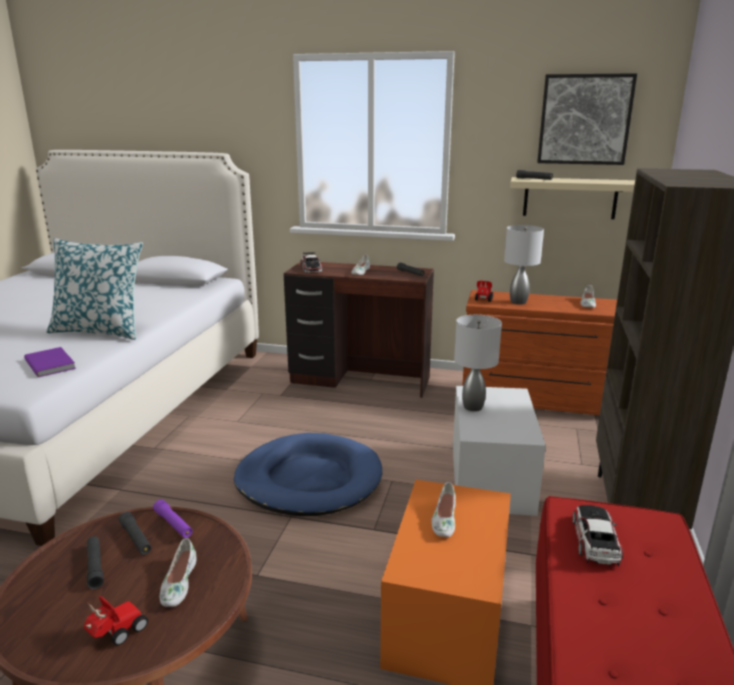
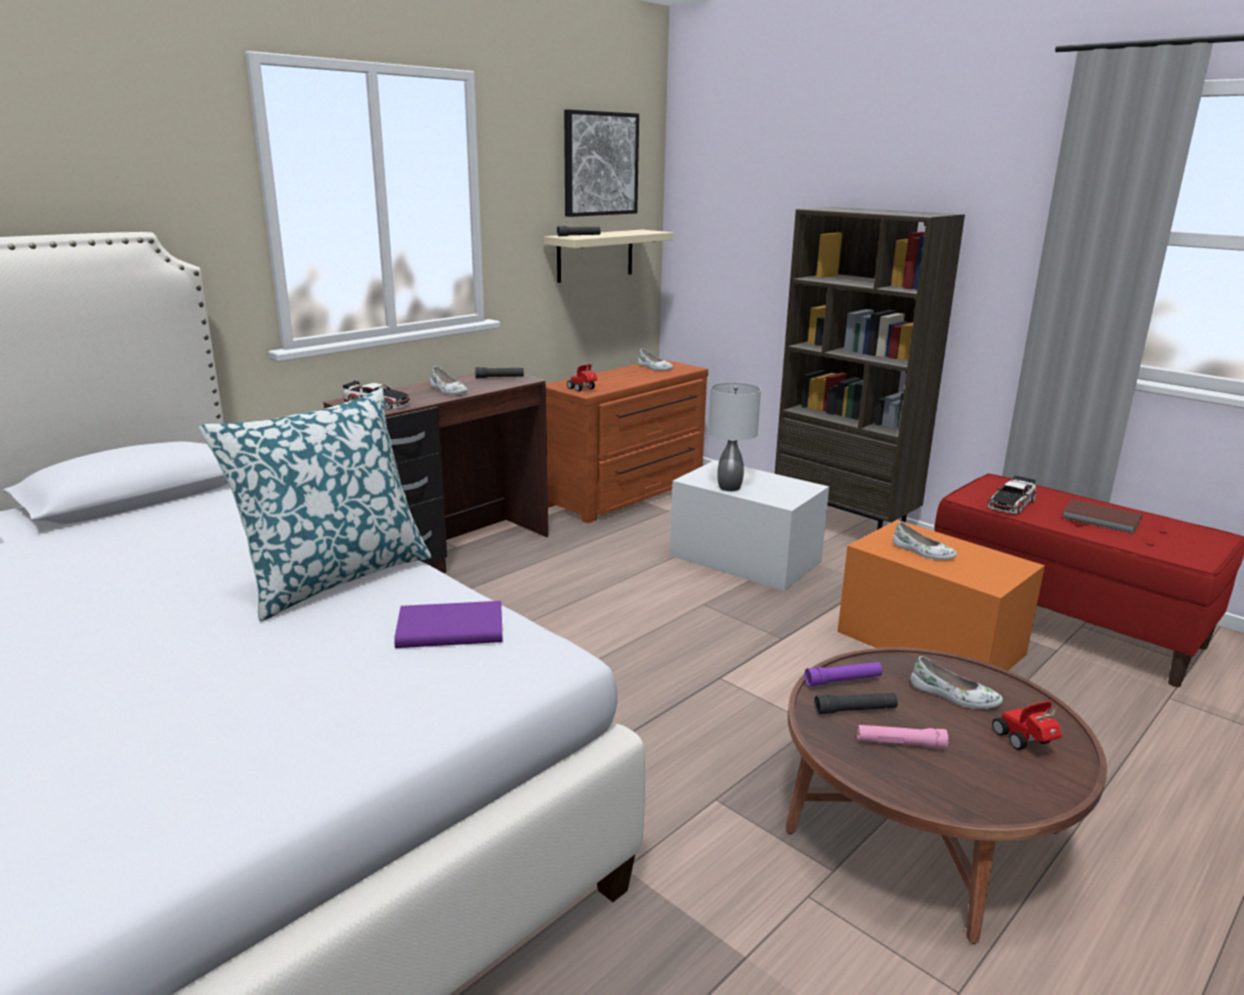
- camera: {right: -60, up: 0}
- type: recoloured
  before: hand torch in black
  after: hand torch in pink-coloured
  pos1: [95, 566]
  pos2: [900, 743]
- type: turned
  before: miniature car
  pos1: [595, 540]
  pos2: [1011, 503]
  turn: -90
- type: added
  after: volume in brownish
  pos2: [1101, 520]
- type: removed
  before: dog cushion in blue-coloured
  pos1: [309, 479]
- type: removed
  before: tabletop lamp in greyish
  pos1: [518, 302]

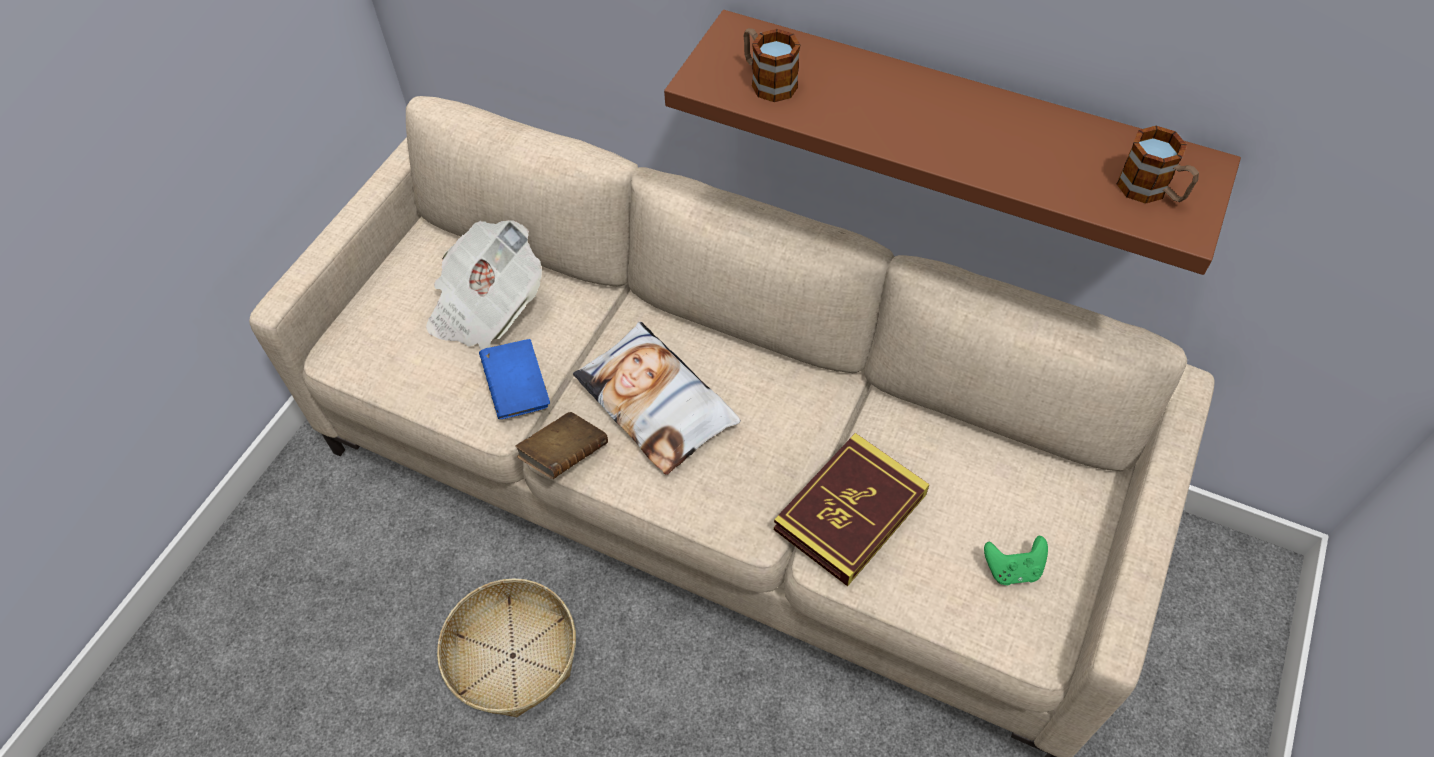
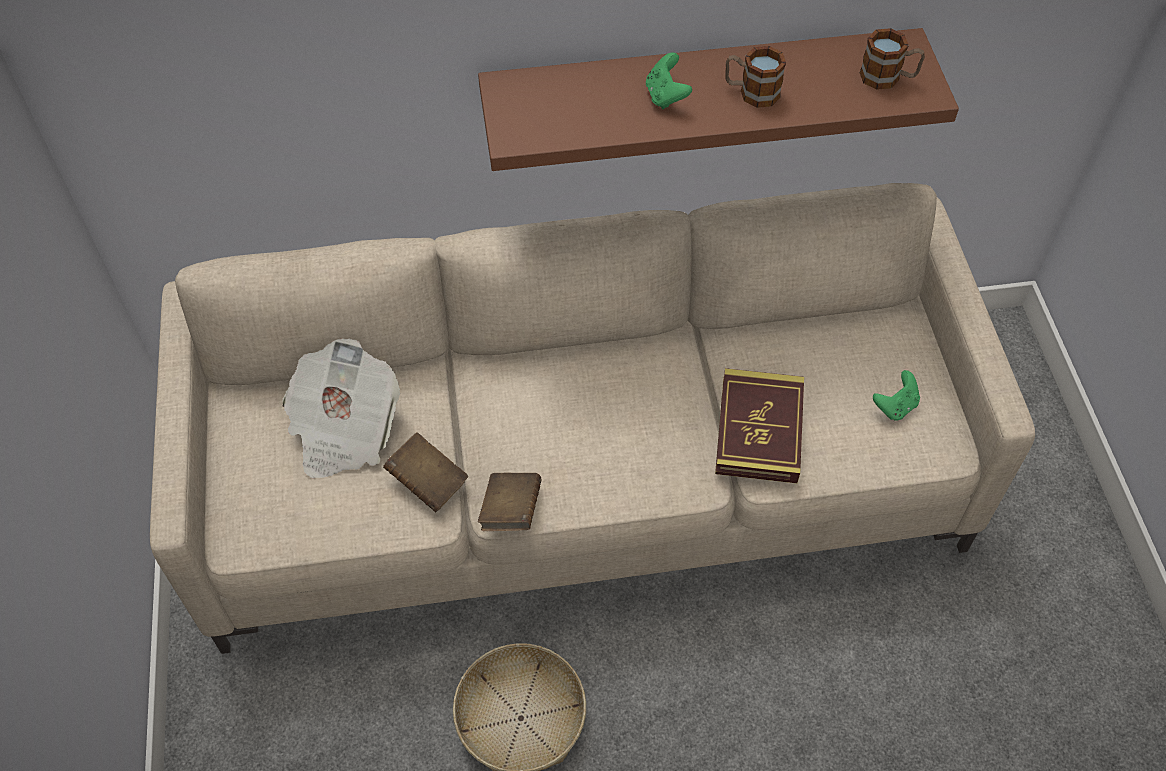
- camera: {right: -35, up: 0}
- type: recoloured
  before: volume in blue-coloured
  after: volume in brownish
  pos1: [518, 390]
  pos2: [428, 482]
- type: added
  after: joypad in green
  pos2: [666, 96]
- type: moved
  before: tea mug
  pos1: [767, 81]
  pos2: [751, 92]
- type: removed
  before: throw pillow
  pos1: [656, 403]

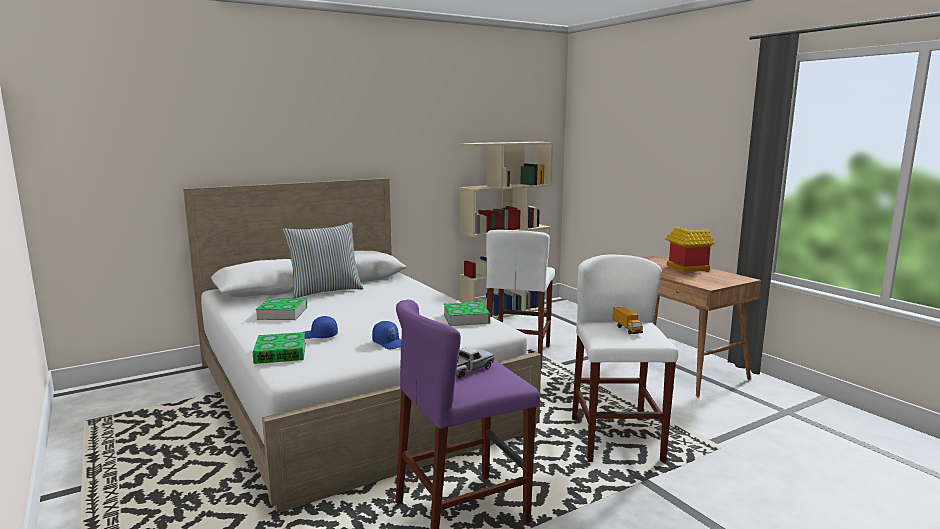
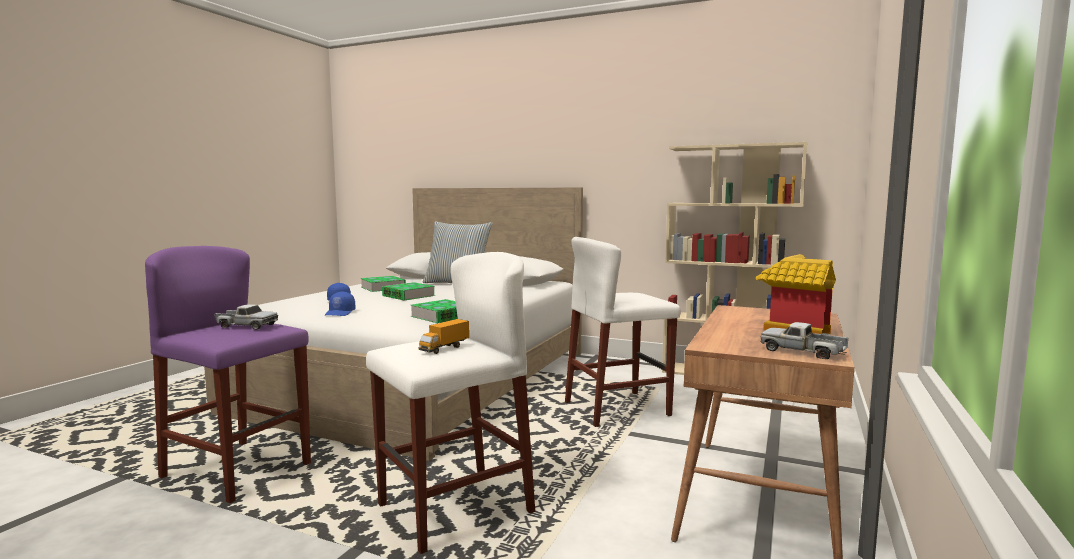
- camera: {right: 55, up: -5}
- type: moved
  before: volume
  pos1: [280, 353]
  pos2: [408, 296]
- type: added
  after: toy lorry
  pos2: [802, 352]

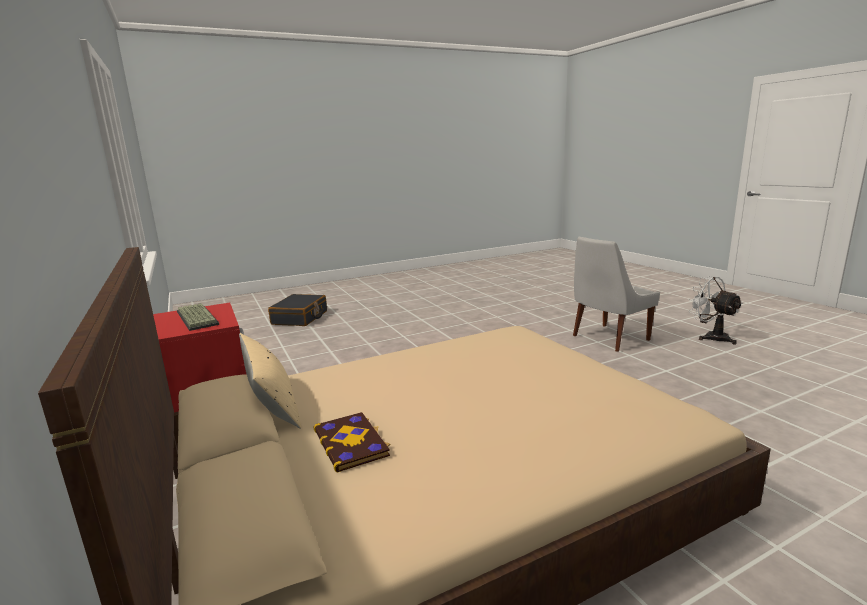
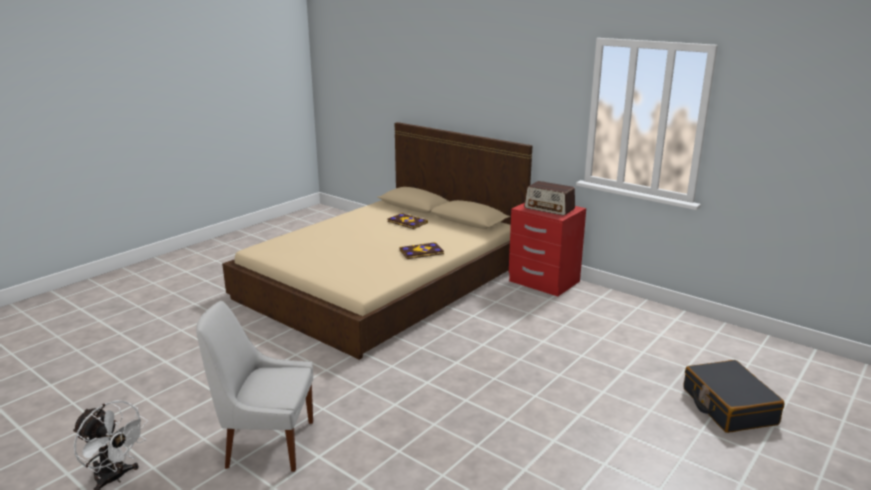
- camera: {right: 155, up: 5}
- type: turned
  before: upright chair in white
  pos1: [608, 338]
  pos2: [266, 444]
  turn: -120
- type: added
  after: volume
  pos2: [421, 252]
- type: replaced
  before: PC keyboard
  after: radio set
  pos1: [195, 318]
  pos2: [549, 208]
- type: removed
  before: throw pillow in beige-coloured
  pos1: [271, 402]

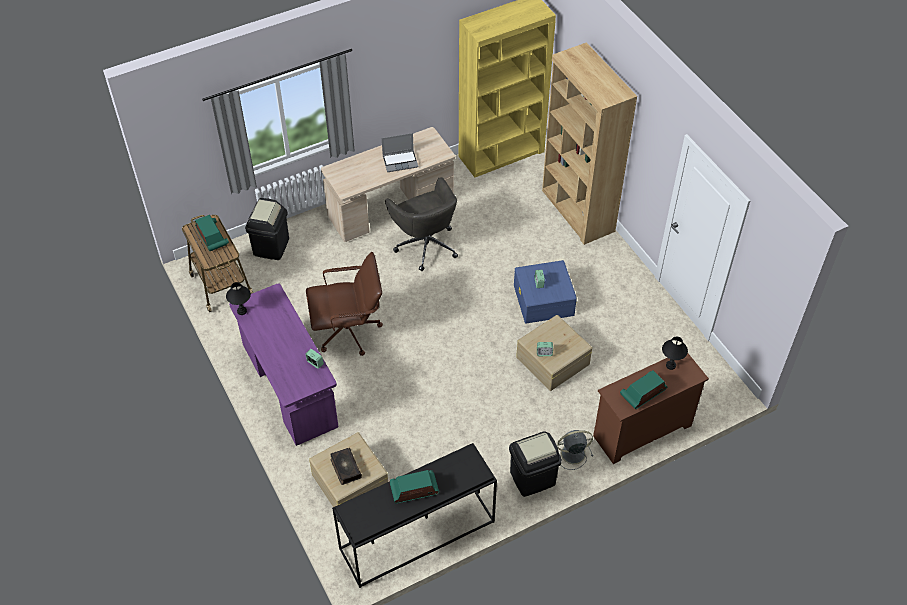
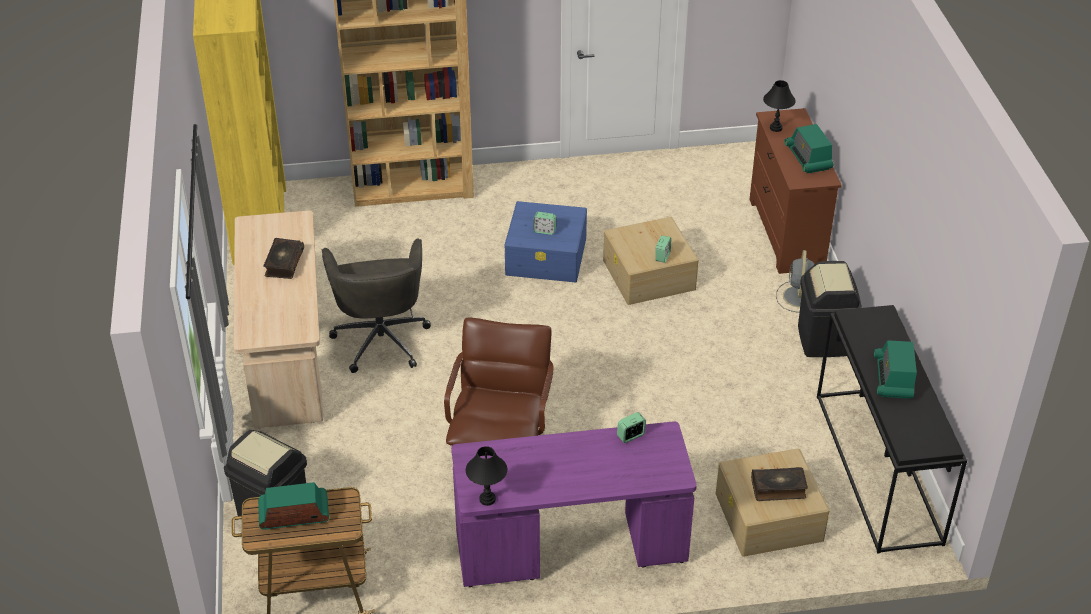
- camera: {right: -70, up: -10}
- type: replaced
  before: laptop
  after: volume
  pos1: [400, 161]
  pos2: [283, 263]
- type: turned
  before: computer chair in greyish
  pos1: [425, 244]
  pos2: [381, 339]
  turn: 90

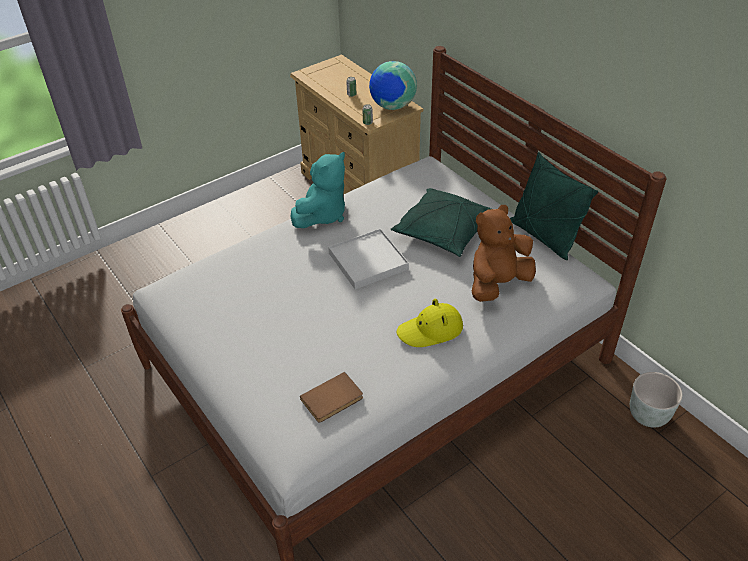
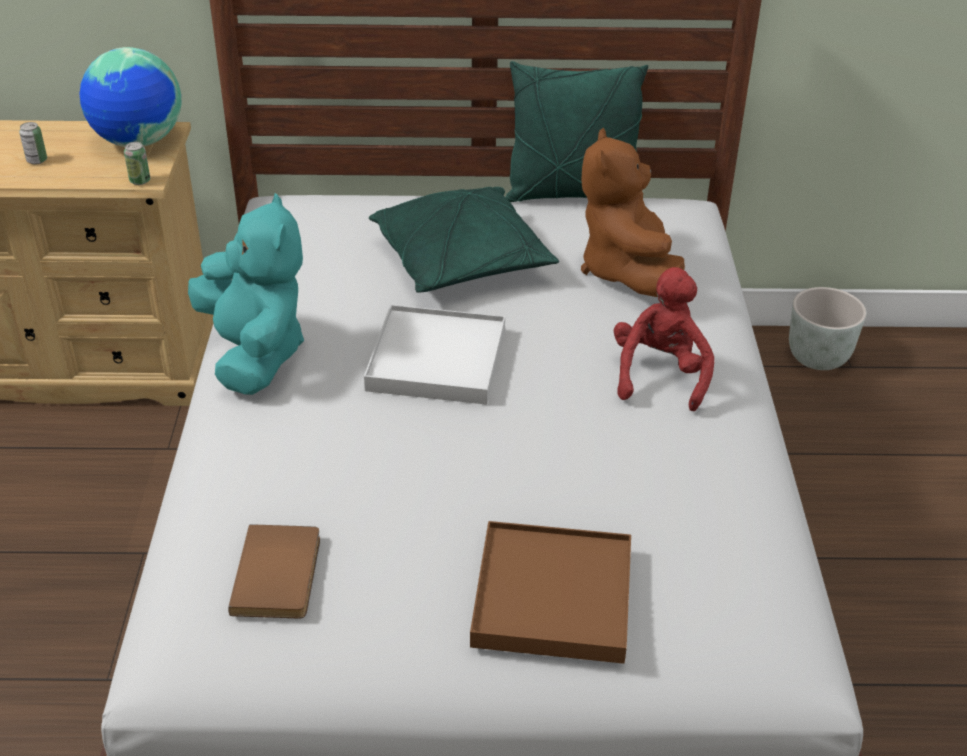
- camera: {right: -55, up: -5}
- type: moved
  before: volume in brownish
  pos1: [333, 400]
  pos2: [281, 574]
- type: added
  after: serving tray in brownish
  pos2: [552, 596]
- type: replaced
  before: wearable hat in yellow
  after: plush toy in reddish
  pos1: [430, 330]
  pos2: [660, 375]

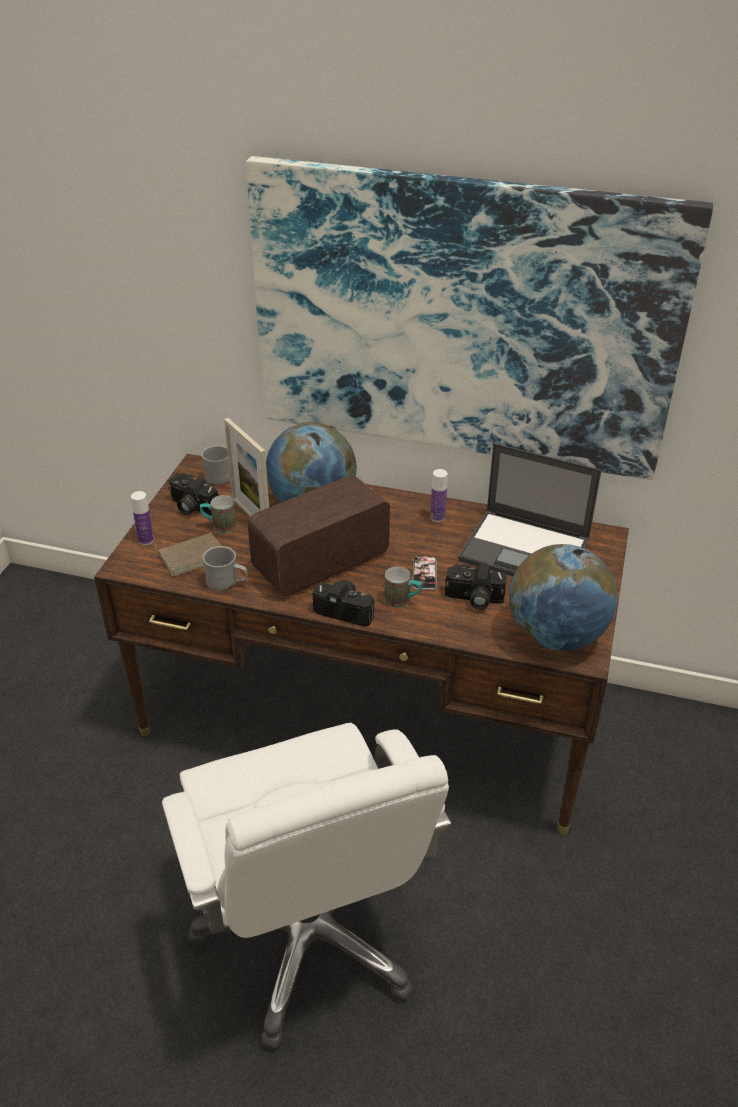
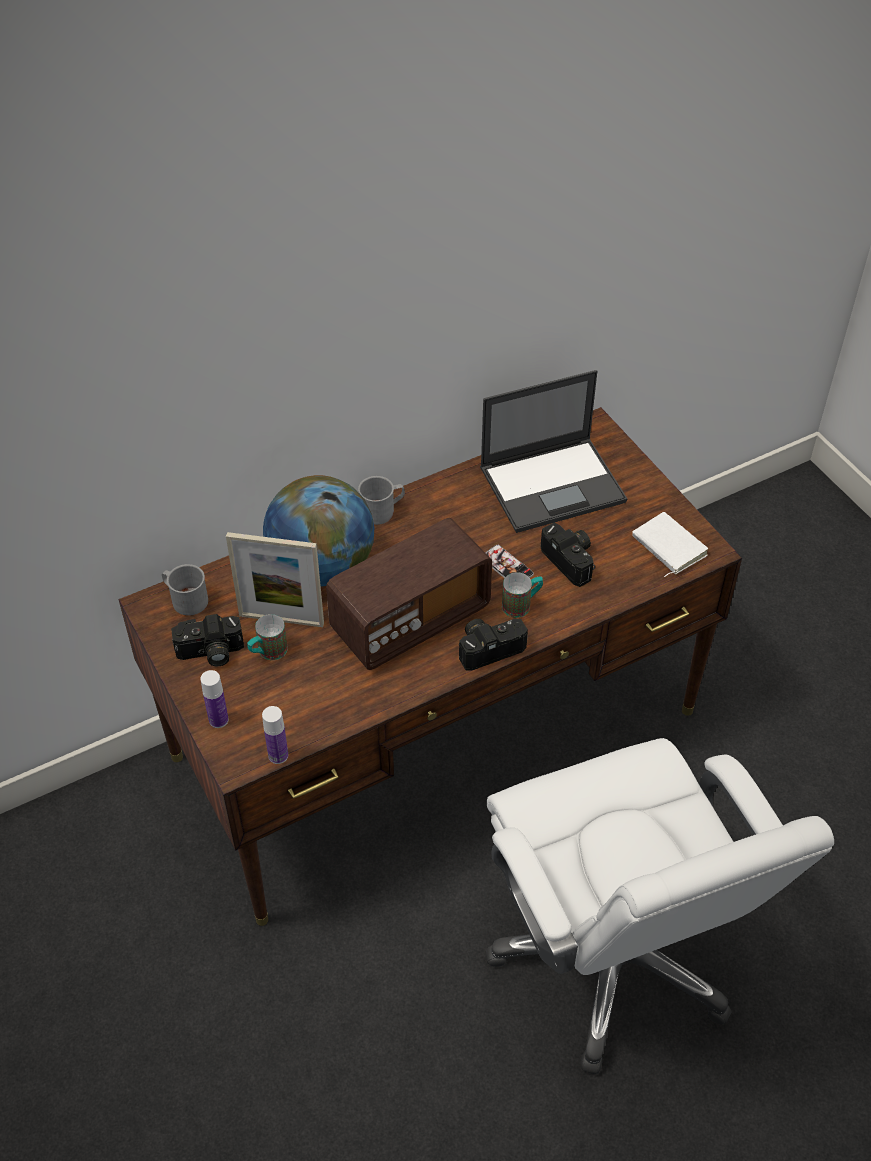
- camera: {right: -45, up: 10}
- type: moved
  before: bottle
  pos1: [437, 517]
  pos2: [278, 755]
- type: turned
  before: radio set
  pos1: [321, 563]
  pos2: [410, 620]
  turn: -135
- type: moved
  before: tea mug in greyish
  pos1: [227, 582]
  pos2: [382, 510]
- type: turned
  before: computer chair in white
  pos1: [309, 936]
  pos2: [613, 956]
  turn: 45
- type: turned
  before: still camera
  pos1: [473, 599]
  pos2: [571, 560]
  turn: -90
- type: replaced
  before: desk globe
  after: volume in white
  pos1: [556, 635]
  pos2: [667, 547]
- type: removed
  before: volume in brownish
  pos1: [192, 555]
- type: removed
  before: wall picture
  pos1: [461, 320]

